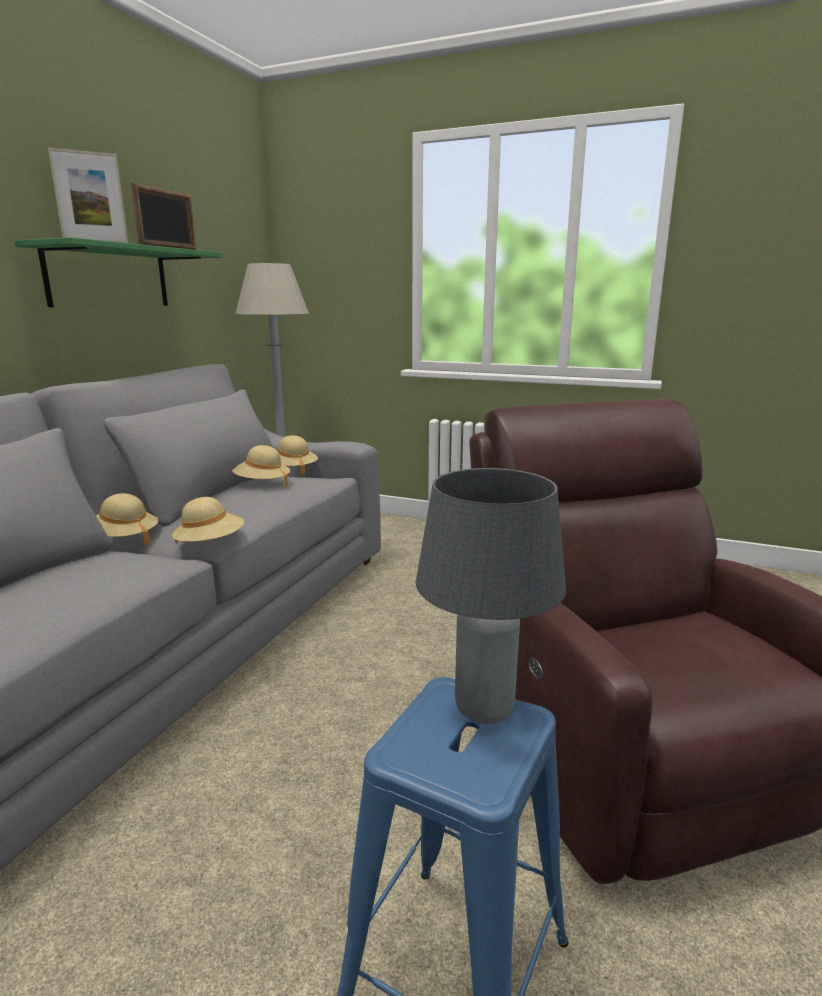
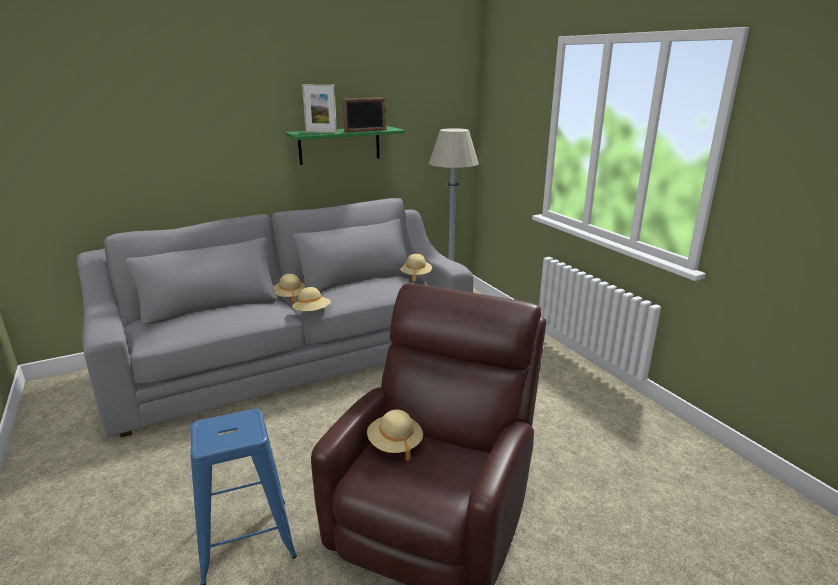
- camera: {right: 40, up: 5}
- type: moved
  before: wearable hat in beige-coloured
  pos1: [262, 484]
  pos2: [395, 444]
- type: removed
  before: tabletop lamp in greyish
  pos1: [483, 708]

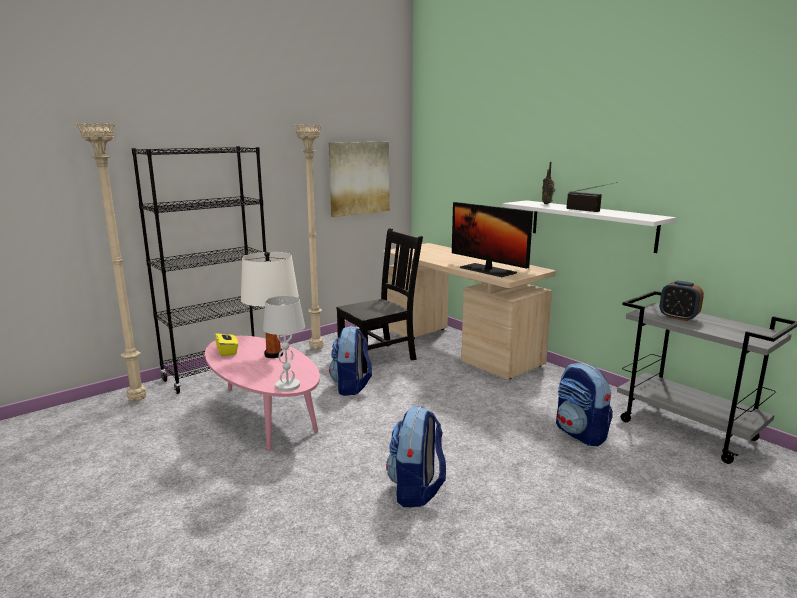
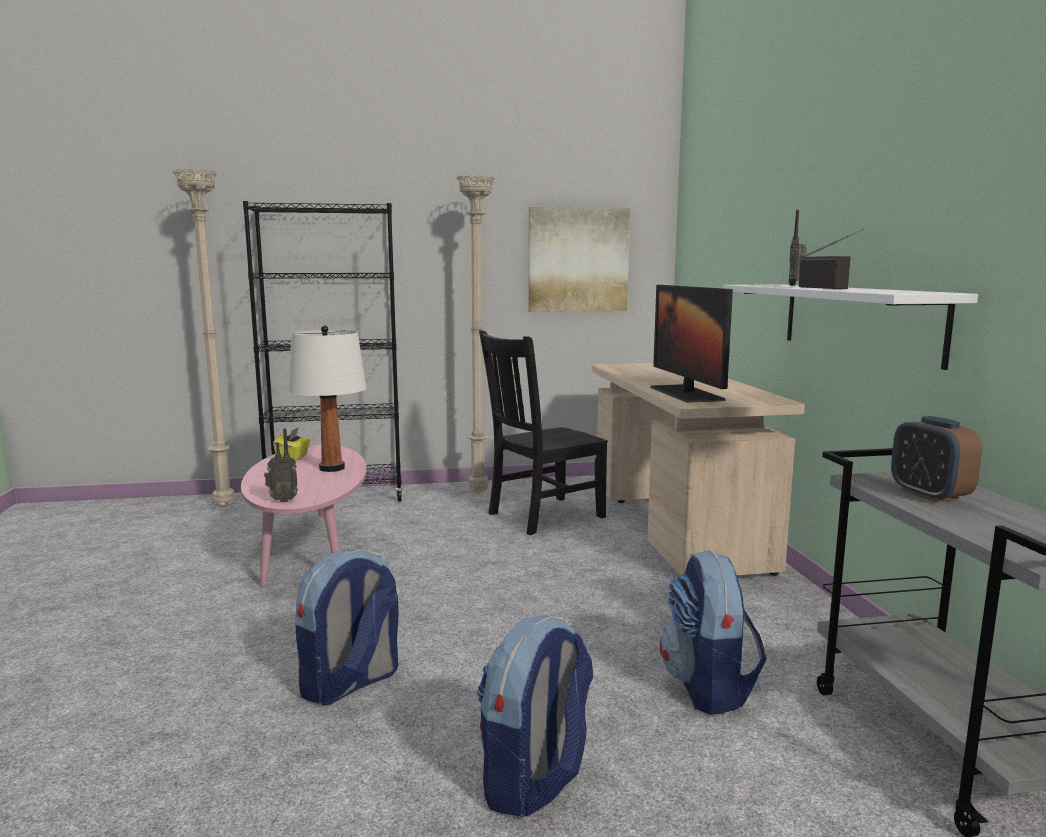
- camera: {right: 30, up: -5}
- type: replaced
  before: tabletop lamp in white
  after: radio set
  pos1: [287, 385]
  pos2: [283, 500]
- type: moved
  before: knapsack
  pos1: [351, 387]
  pos2: [535, 781]
- type: turned
  before: upright chair in black
  pos1: [379, 357]
  pos2: [542, 516]
  turn: 150

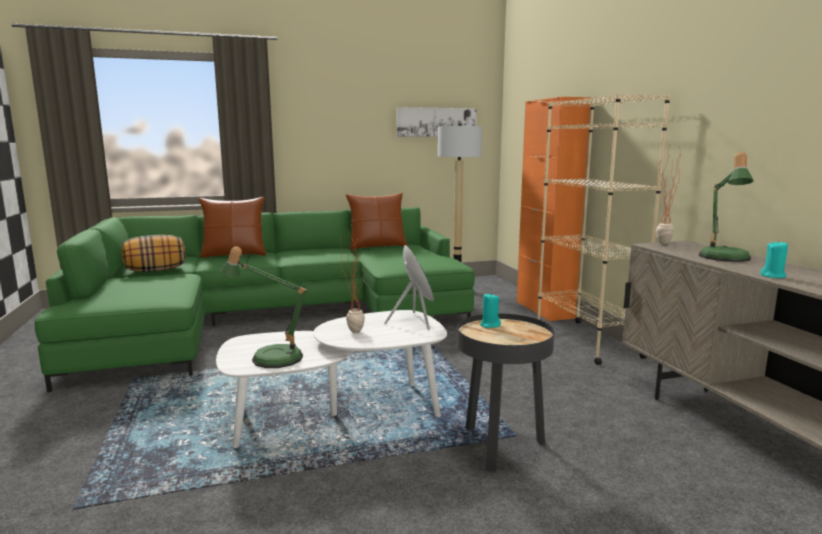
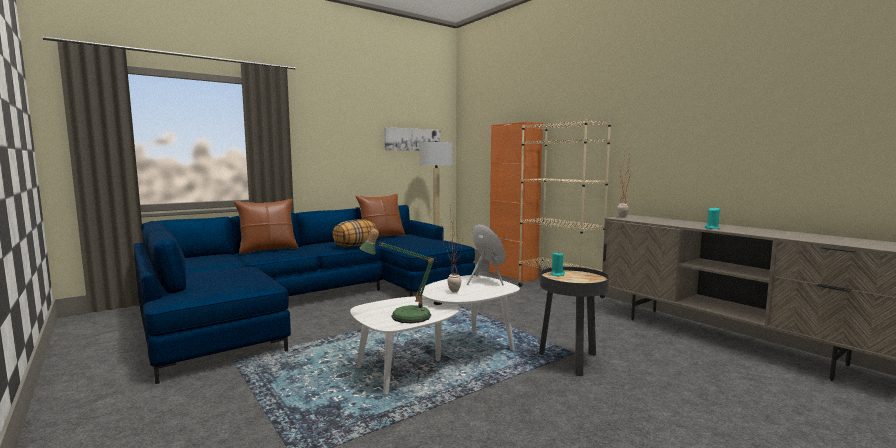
- camera: {right: -20, up: -5}
- type: recoloured
  before: settee in green
  after: settee in blue-coloured
  pos1: [271, 318]
  pos2: [309, 301]
- type: moved
  before: throw pillow
  pos1: [155, 270]
  pos2: [355, 246]
- type: removed
  before: tabletop lamp
  pos1: [724, 258]

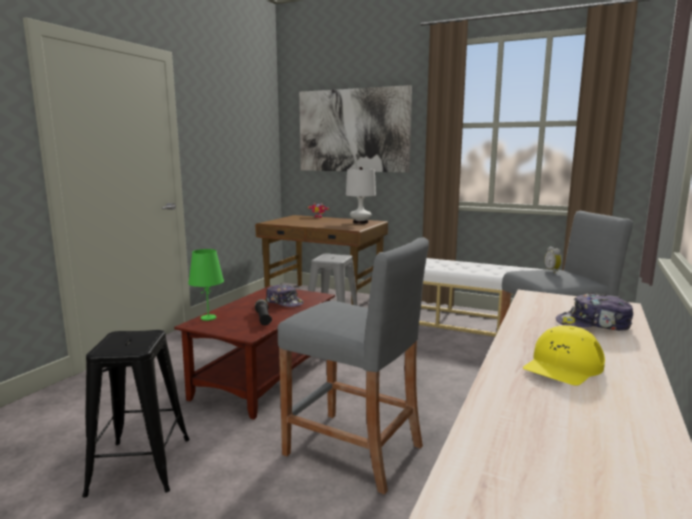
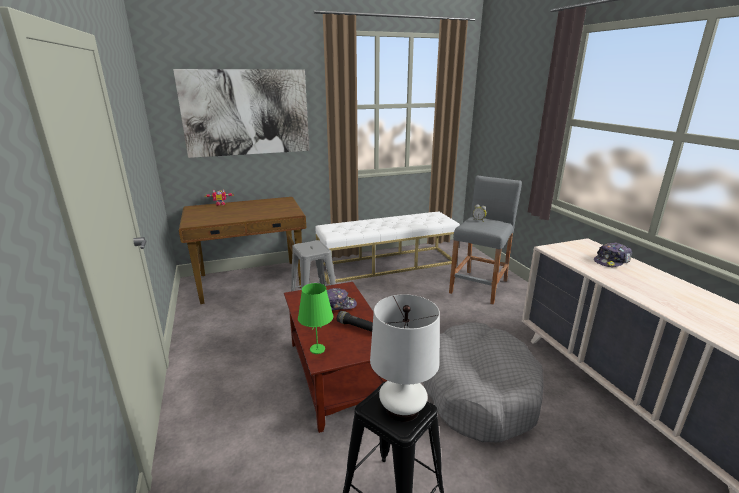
- camera: {right: -45, up: 10}
- type: moved
  before: tabletop lamp in white
  pos1: [360, 222]
  pos2: [402, 409]
- type: replaced
  before: stool in greyish
  after: dog cushion in greyish
  pos1: [353, 450]
  pos2: [478, 391]
- type: removed
  before: peaked cap in yellow
  pos1: [562, 366]

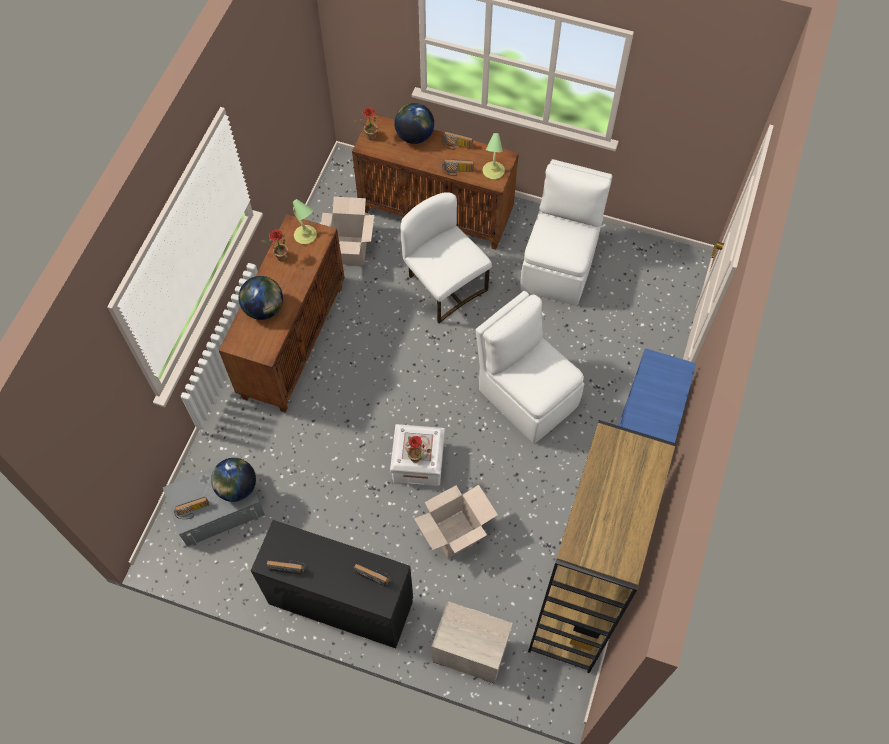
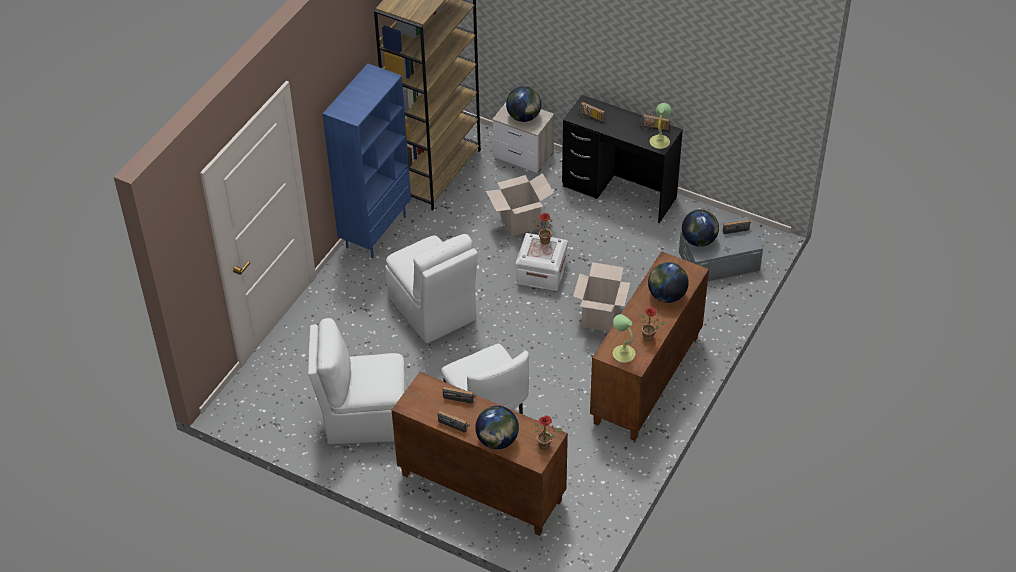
- camera: {right: -170, up: -15}
- type: turned
  before: upright chair in white
  pos1: [559, 265]
  pos2: [364, 418]
  turn: 60
- type: added
  after: desk globe
  pos2: [524, 117]
- type: moved
  before: carton
  pos1: [349, 250]
  pos2: [600, 317]
- type: moved
  before: tabletop lamp
  pos1: [493, 171]
  pos2: [660, 142]

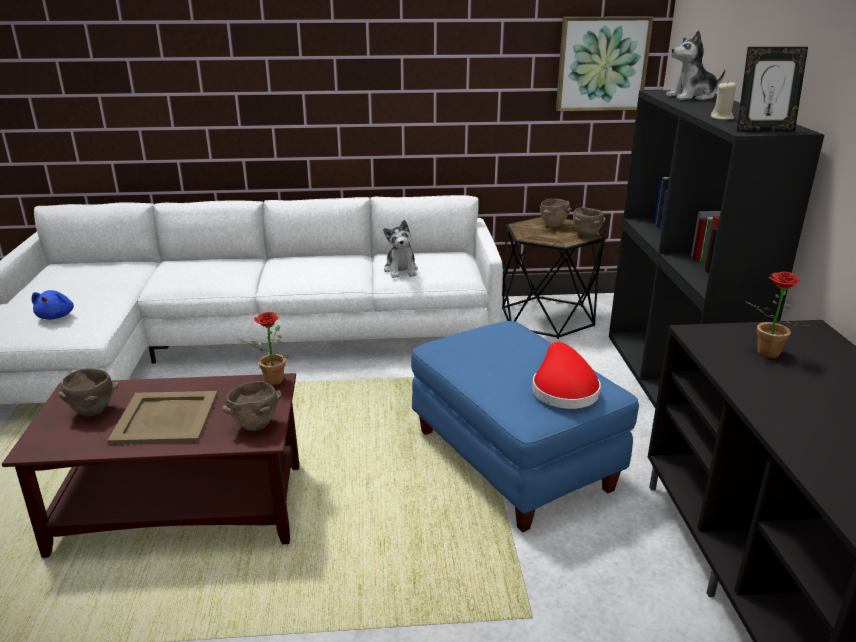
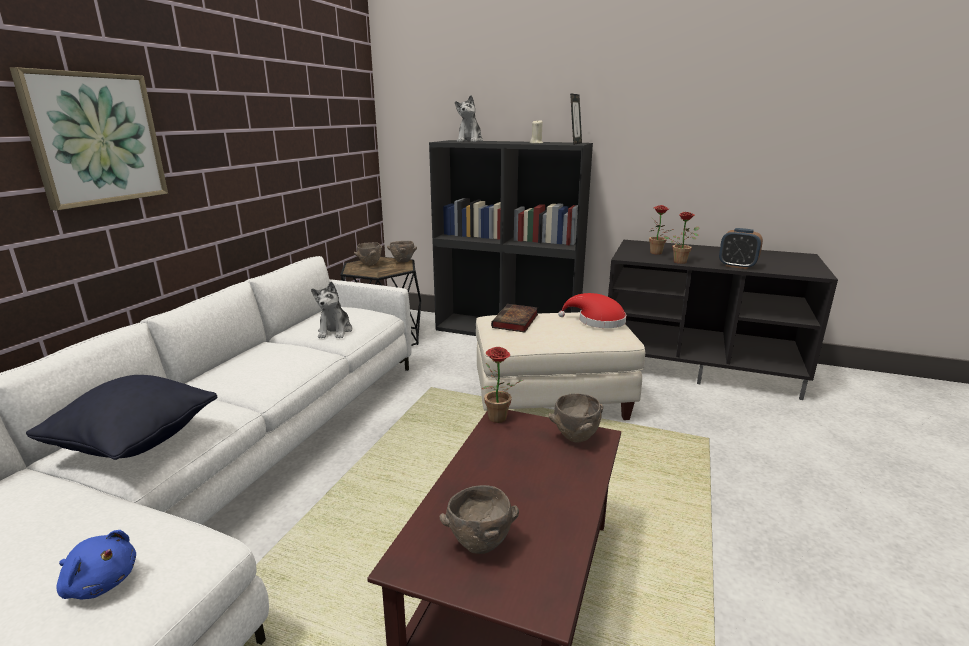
- camera: {right: -65, up: -5}
- type: moved
  before: wall picture
  pos1: [602, 64]
  pos2: [96, 139]
- type: added
  after: throw pillow in black
  pos2: [135, 442]
- type: turned
  before: plush toy
  pos1: [401, 270]
  pos2: [335, 331]
  turn: 75
- type: recoloured
  before: pouffe in blue-coloured
  after: pouffe in beige-coloured
  pos1: [511, 460]
  pos2: [551, 402]
- type: added
  after: volume
  pos2: [515, 322]
- type: added
  after: plant in a pot
  pos2: [681, 261]
- type: added
  after: table clock
  pos2: [737, 266]
- type: removed
  before: serving tray in beige-coloured
  pos1: [166, 418]

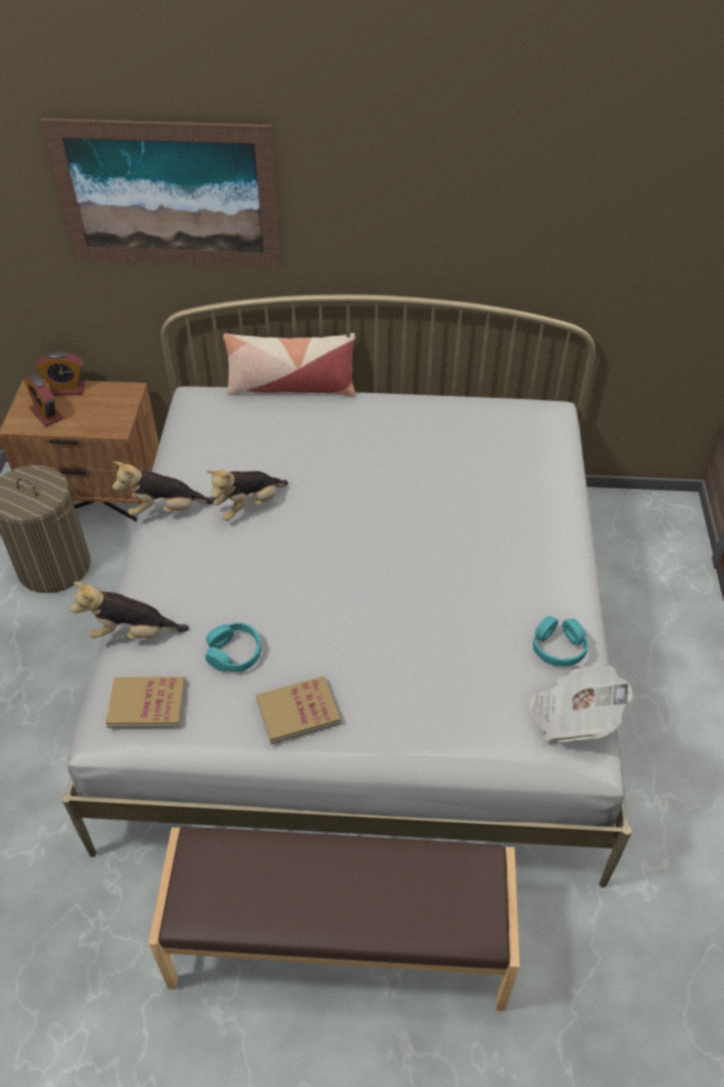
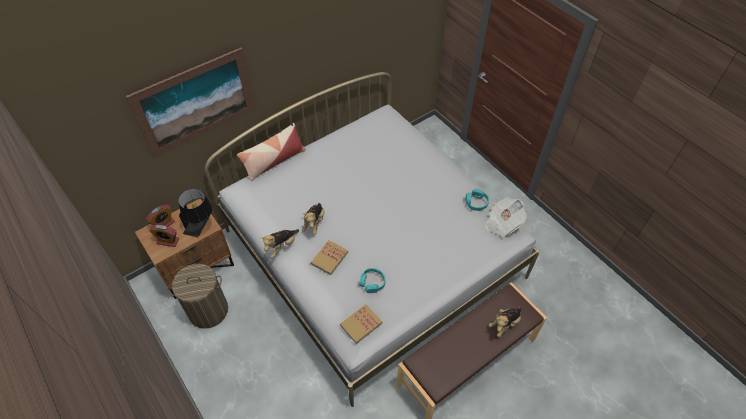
- camera: {right: -40, up: 5}
- type: added
  after: tabletop lamp in black
  pos2: [201, 226]
- type: moved
  before: volume
  pos1: [298, 711]
  pos2: [329, 258]
- type: moved
  before: plush toy
  pos1: [133, 633]
  pos2: [504, 324]

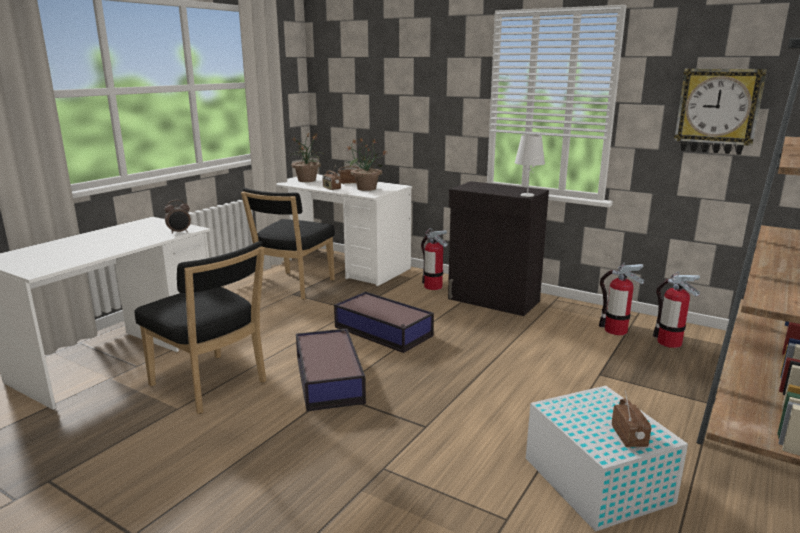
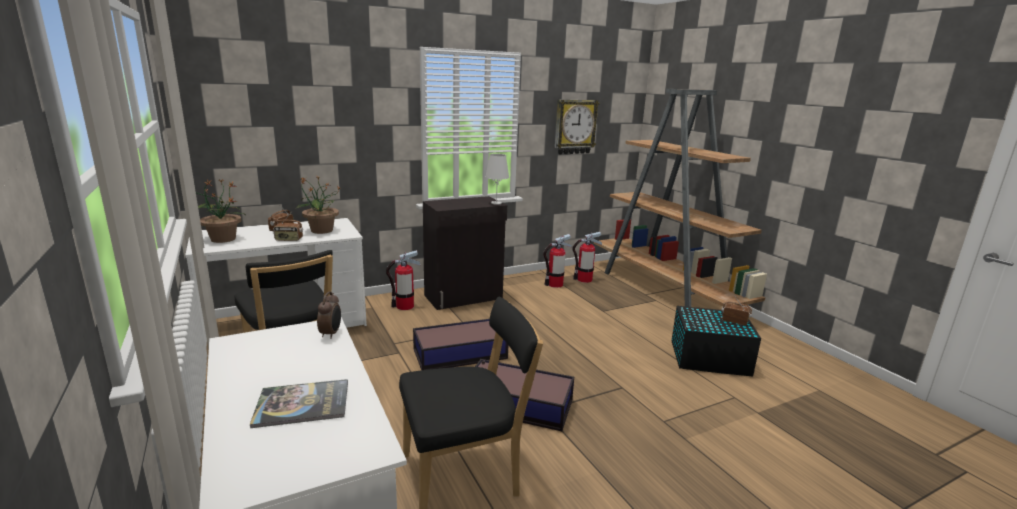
- camera: {right: -60, up: 0}
- type: added
  after: volume
  pos2: [302, 404]
- type: recoloured
  before: storage box in white
  after: storage box in black
  pos1: [596, 479]
  pos2: [708, 357]

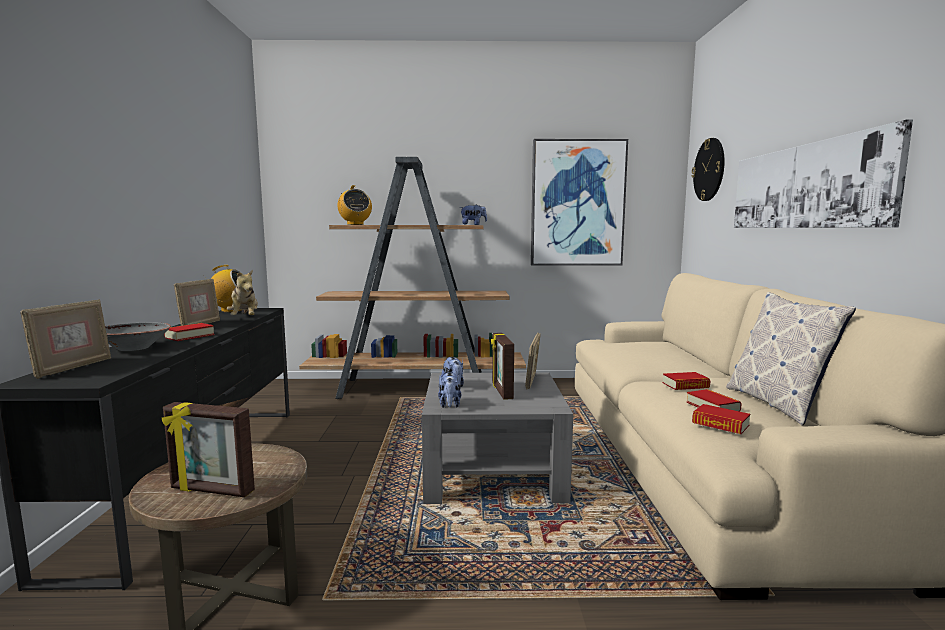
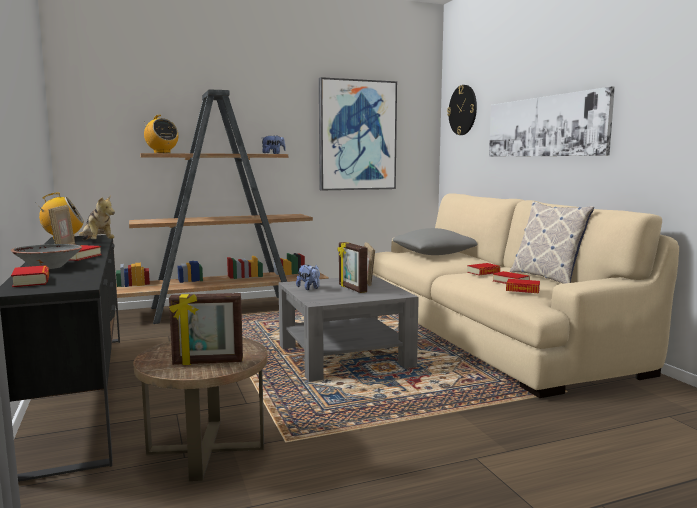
- camera: {right: -20, up: 0}
- type: replaced
  before: standing frame
  after: volume
  pos1: [73, 368]
  pos2: [31, 281]
- type: added
  after: throw pillow in greyish
  pos2: [433, 254]
- type: removed
  before: plush toy
  pos1: [449, 405]

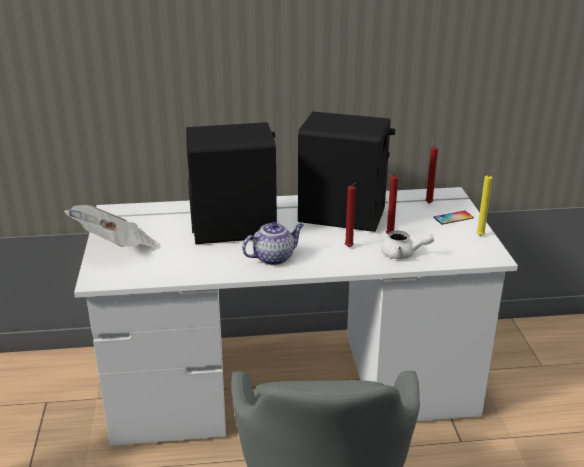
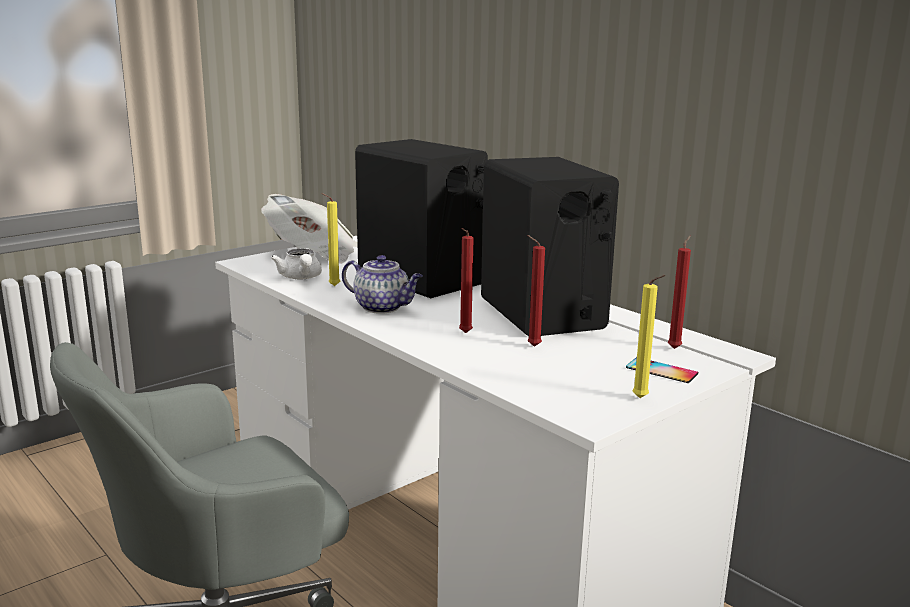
- camera: {right: 55, up: -10}
- type: moved
  before: pot for tea in white
  pos1: [403, 254]
  pos2: [300, 278]
- type: added
  after: candle in yellow
  pos2: [332, 286]

